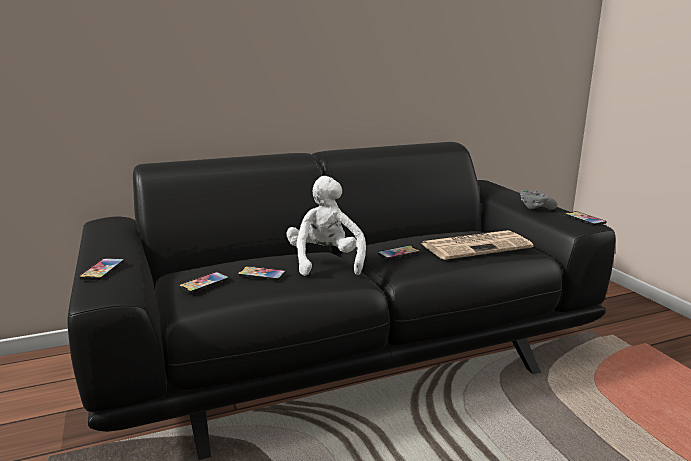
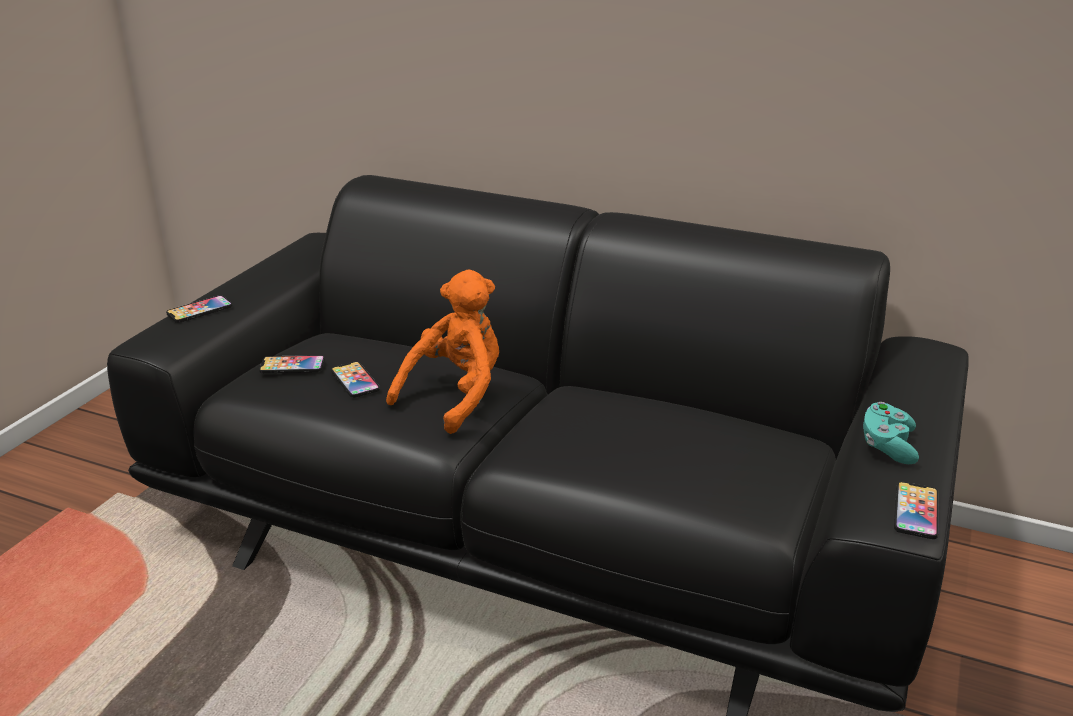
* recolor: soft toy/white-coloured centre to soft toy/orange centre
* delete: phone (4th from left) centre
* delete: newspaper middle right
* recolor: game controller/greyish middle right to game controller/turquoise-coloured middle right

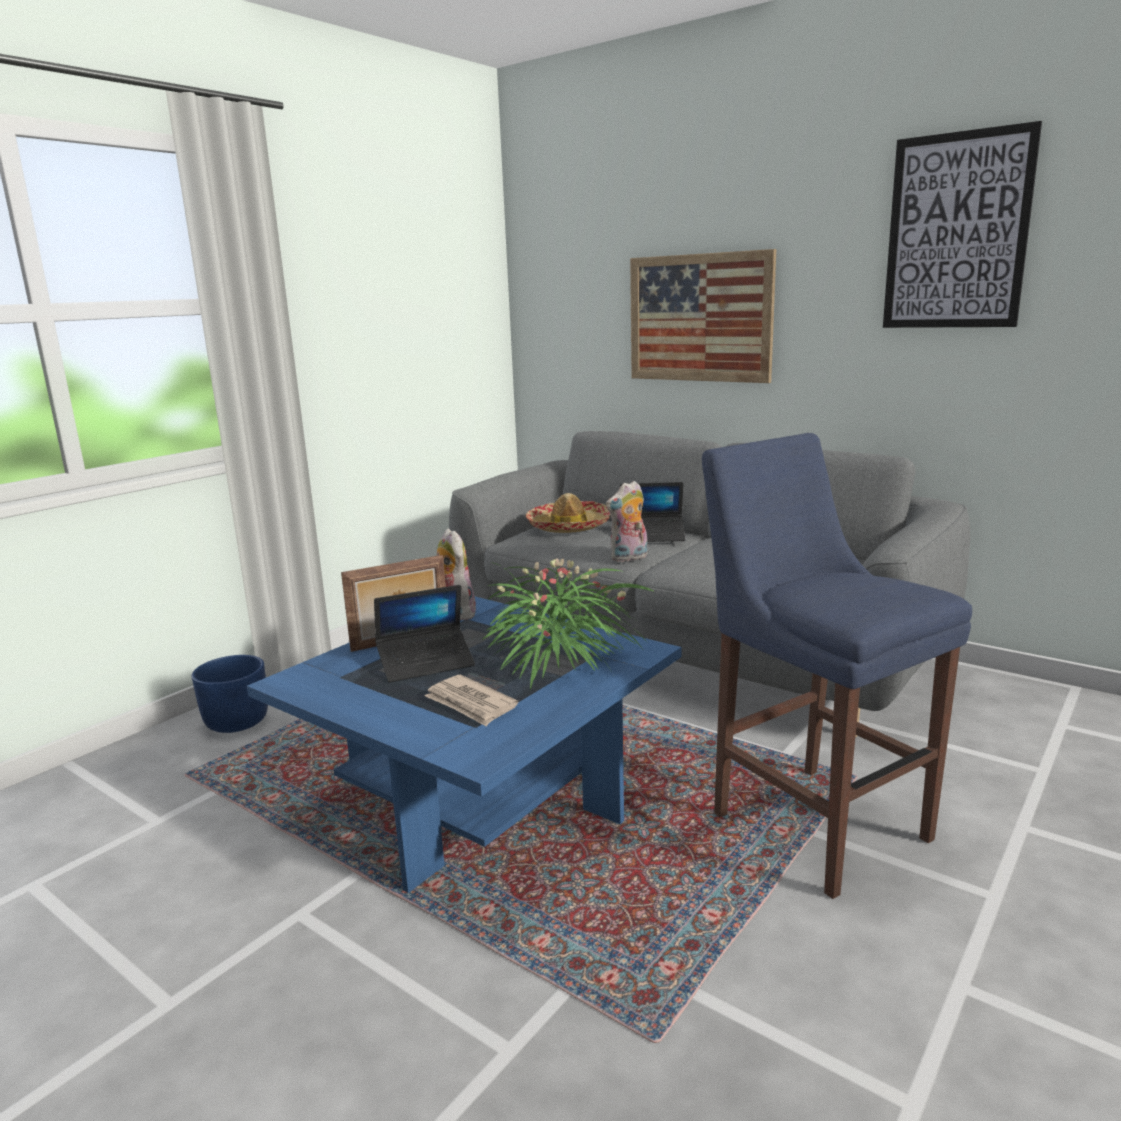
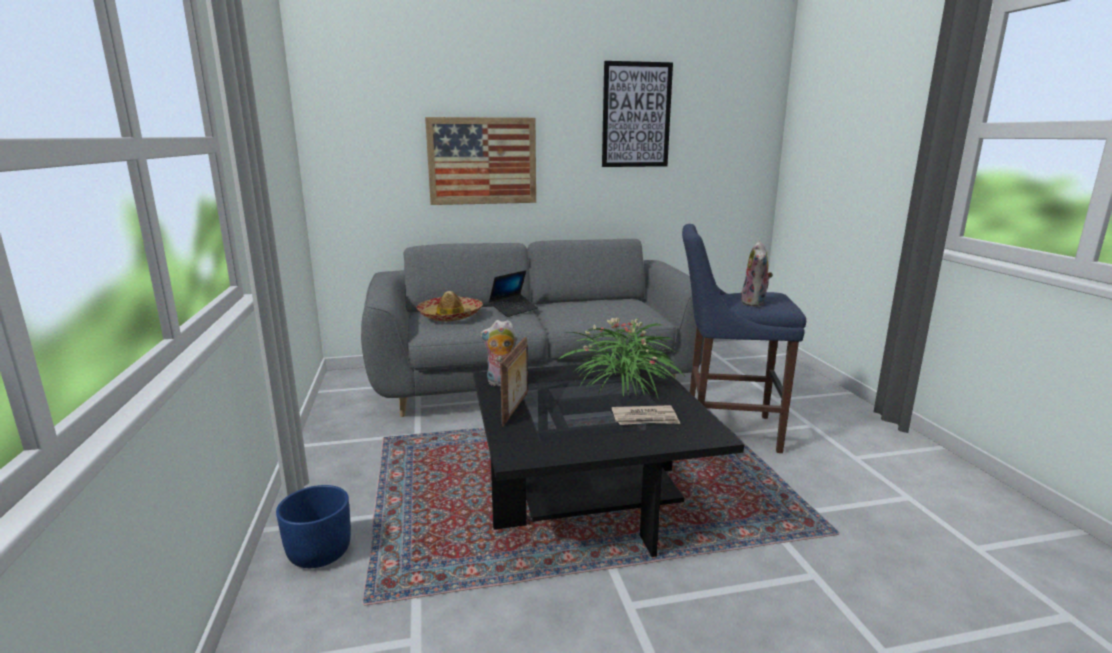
* recolor: lounge table/bluish centre to lounge table/blackish bottom centre
* delete: notebook computer (1st from left) centre
* move: soft toy (2nd from left) centre to middle right

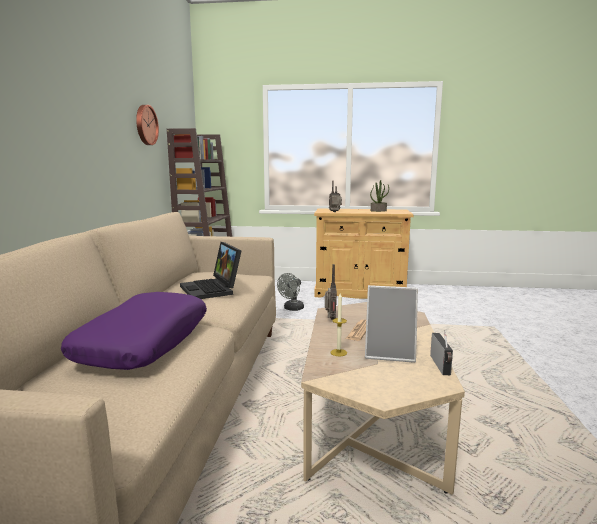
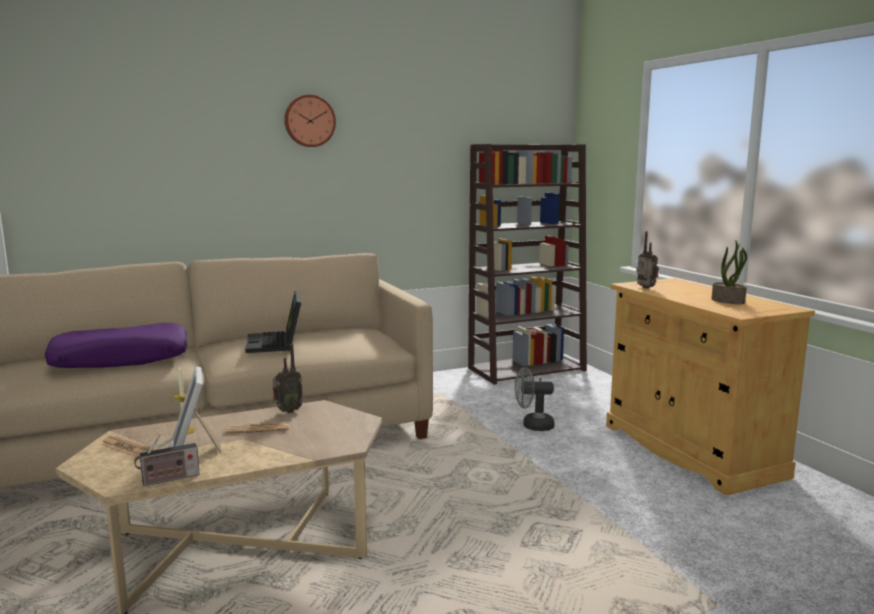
* move: clock on the wall top left to top centre
* rotate: notebook computer centre = middle left 45 degrees counterclockwise
* insert: newspaper (1st from left) bottom left

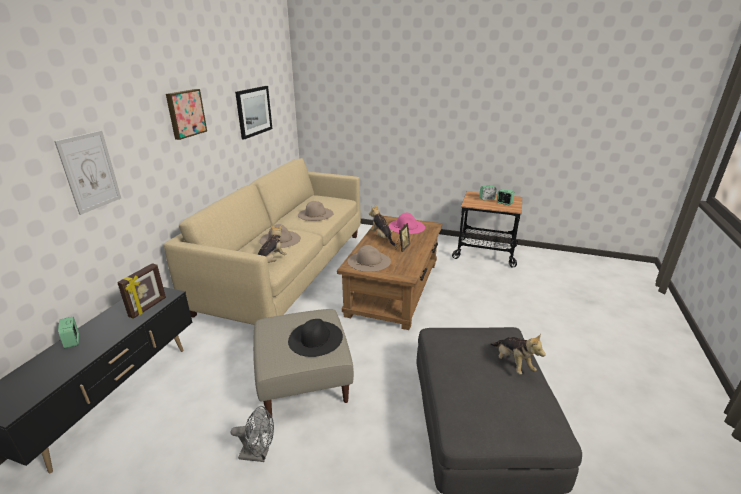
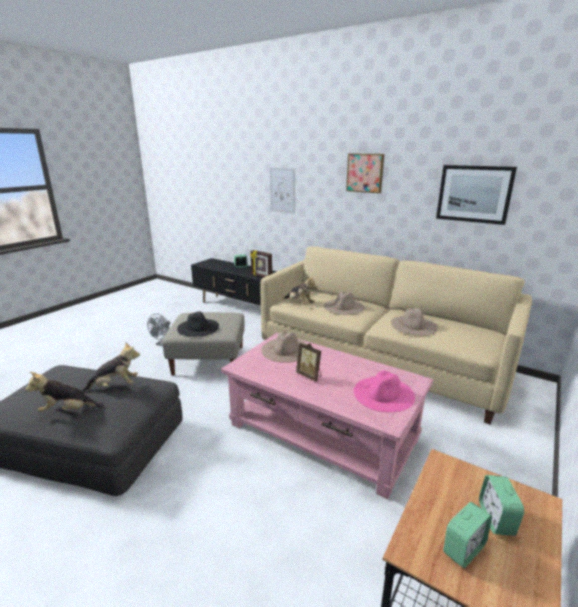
* recolor: lounge table/brownish centre to lounge table/pinkish bottom centre
* move: soft toy (2nd from left) centre to middle left

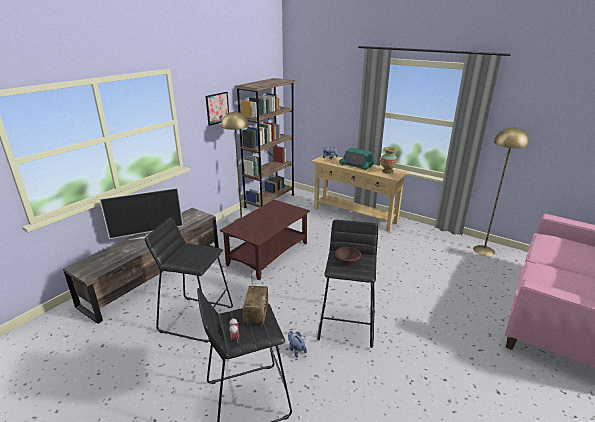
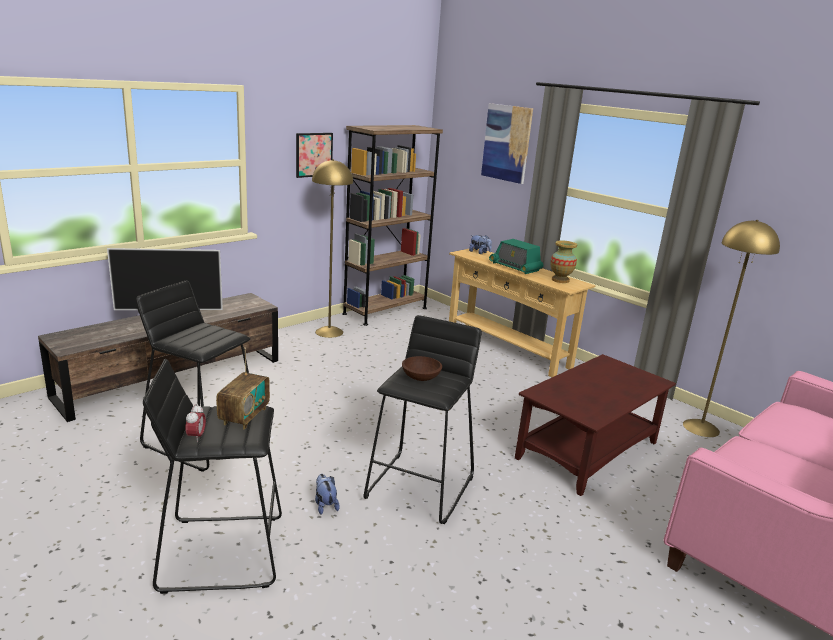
* move: lounge table/brownish centre to middle right
* insert: wall art (2nd from left) top centre

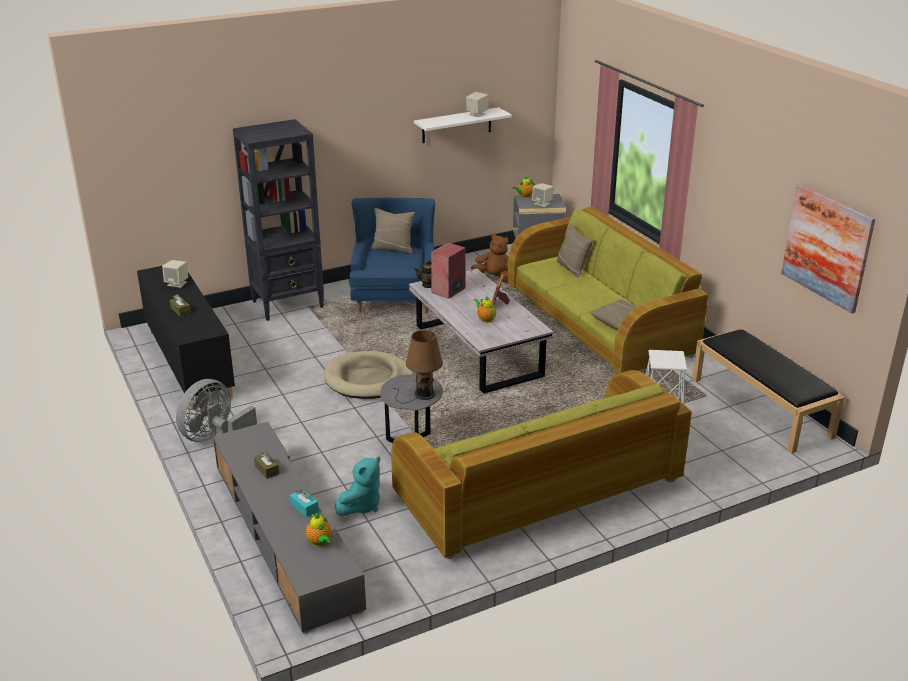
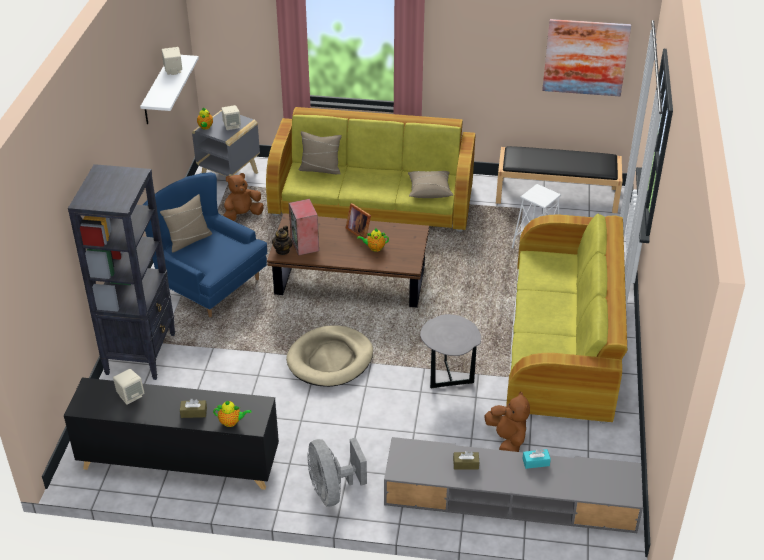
* move: tea pot (1st from left in the first image) bottom centre to tea pot (2nd from left) bottom left
* recolor: soft toy/turquoise-coloured bottom centre to soft toy/brownish (2nd from left) bottom centre
* delete: table lamp/brownish centre
* recolor: lounge table/white-coloured centre to lounge table/brownish centre

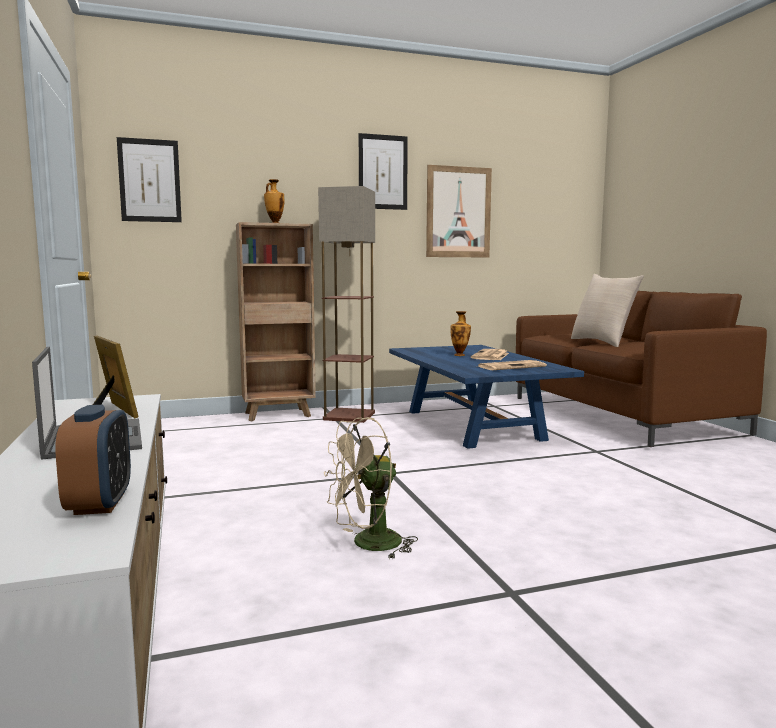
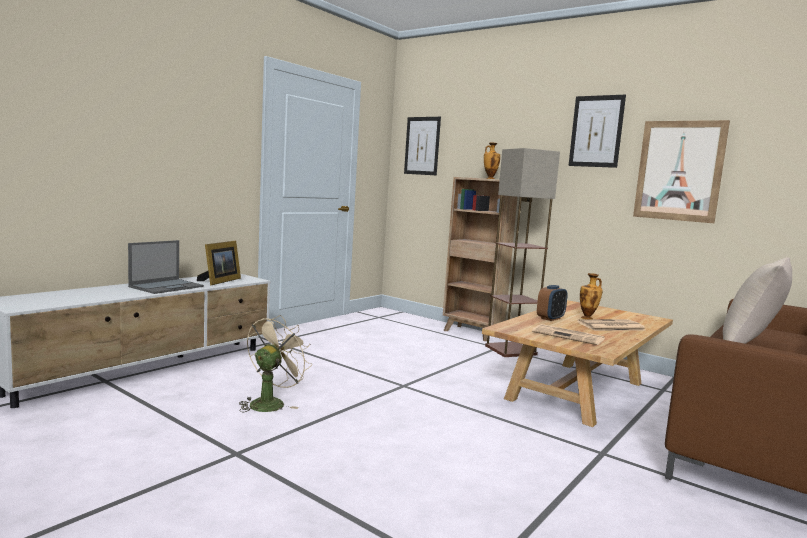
* move: alarm clock middle left to middle right
* rotate: electric fan/beige-coloured bottom centre = bottom centre 90 degrees clockwise
* recolor: lounge table/bluish centre to lounge table/beige-coloured bottom right

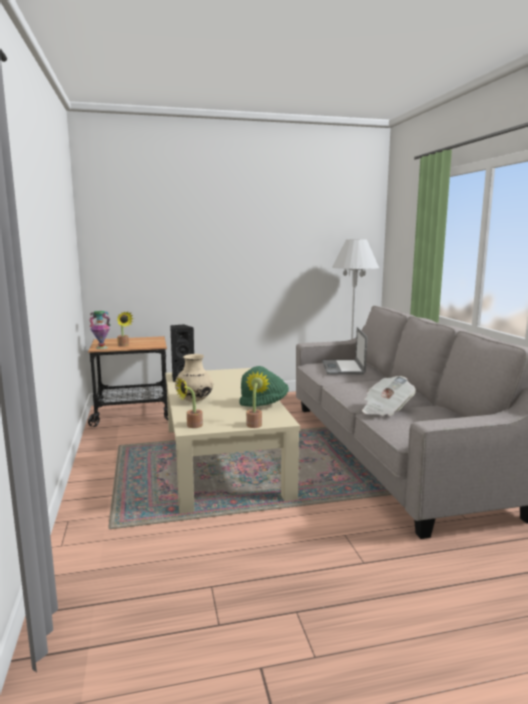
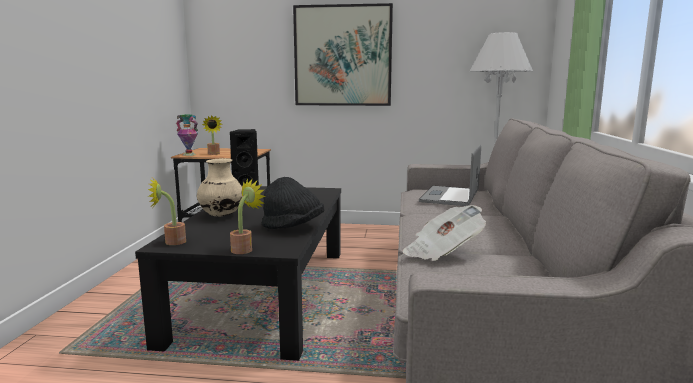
* recolor: lounge table/beige-coloured centre to lounge table/blackish bottom centre
* recolor: hat/greenish centre to hat/blackish centre
* insert: wall art top centre

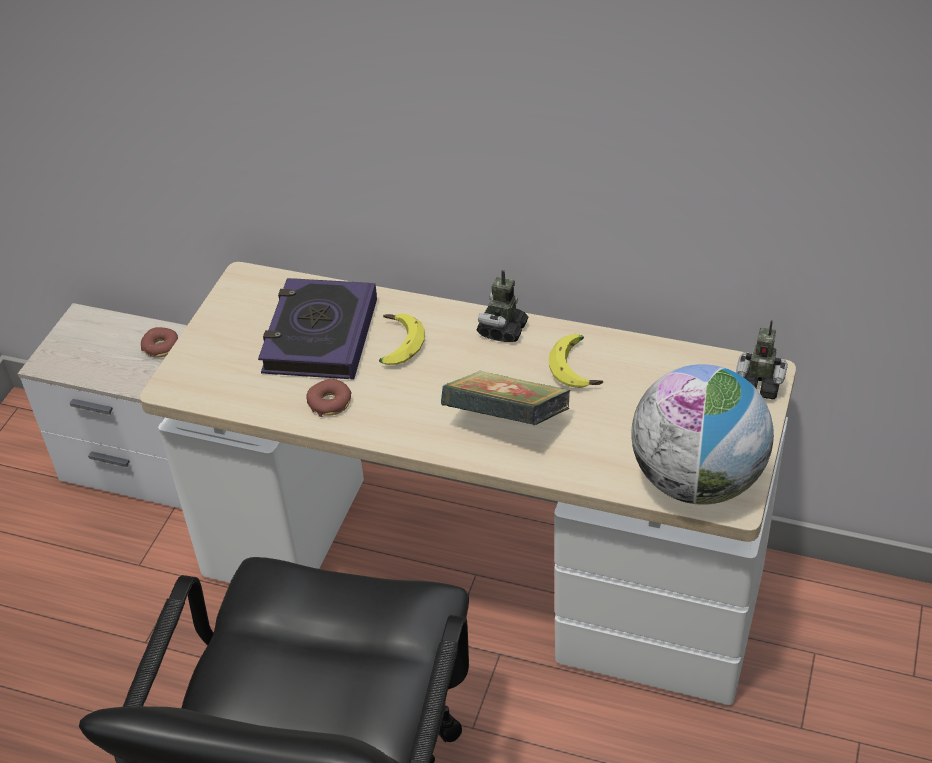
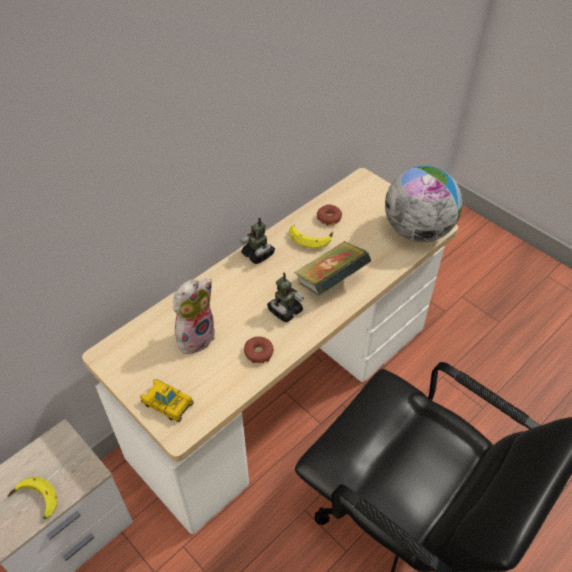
* move: doughnut (1st from left in the first image) middle left to doughnut (2nd from left) centre
* replace: bound book (1st from left) centre to soft toy centre
* move: whole banana (1st from left) centre to bottom left
* move: robot figure (2nd from left) middle right to centre
* insert: toy car bottom left

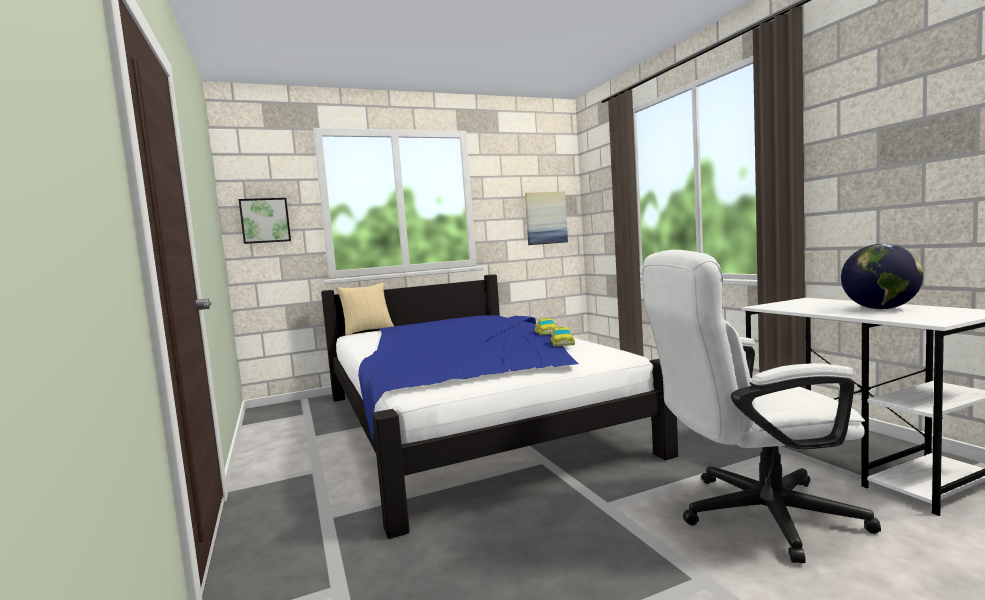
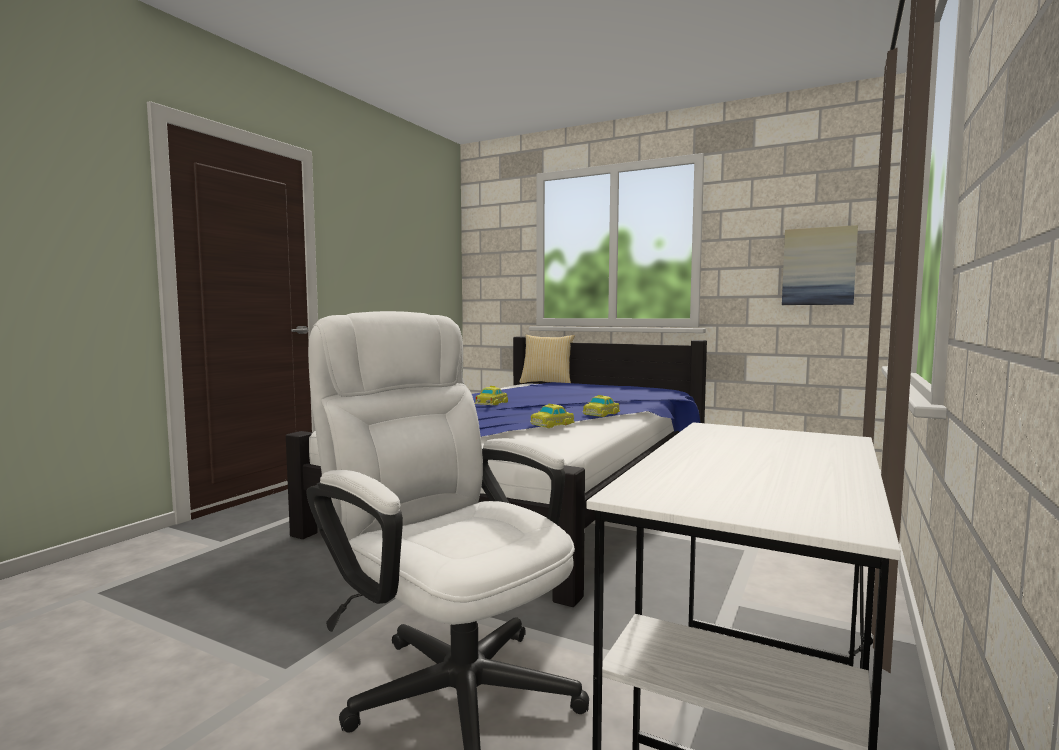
* delete: wall art (1st from left) middle left
* delete: globe middle right
* insert: toy car (1st from left) centre

